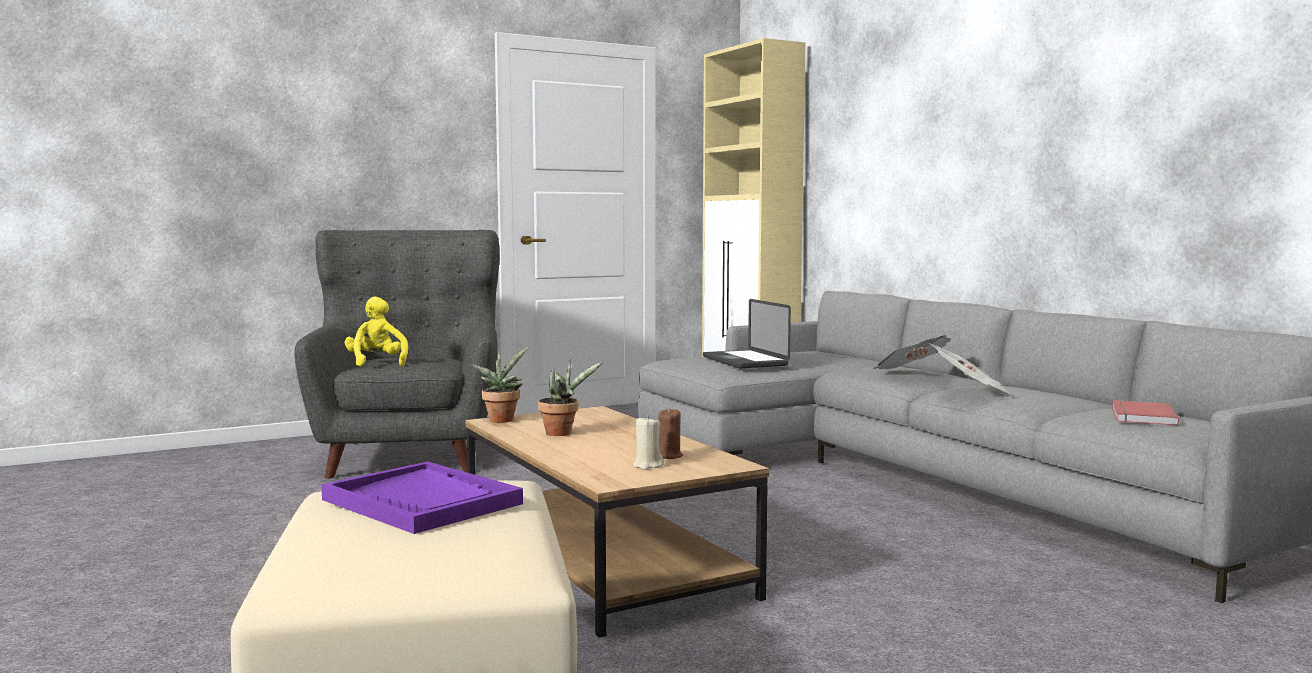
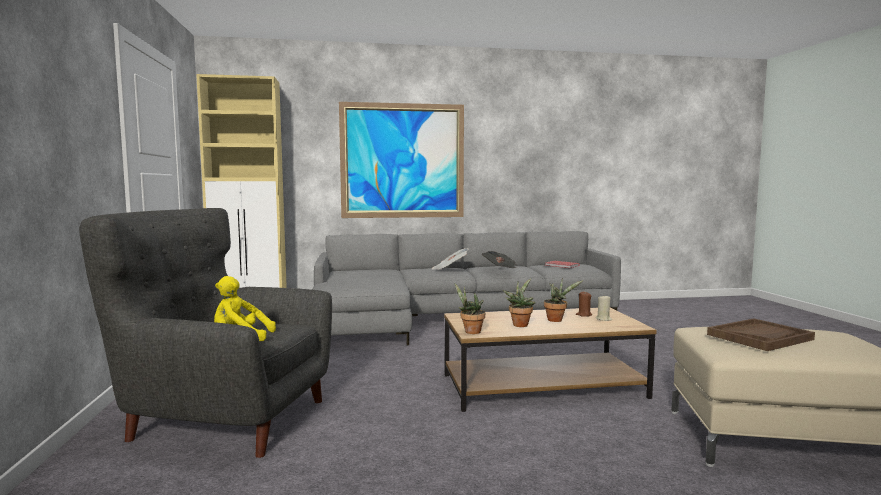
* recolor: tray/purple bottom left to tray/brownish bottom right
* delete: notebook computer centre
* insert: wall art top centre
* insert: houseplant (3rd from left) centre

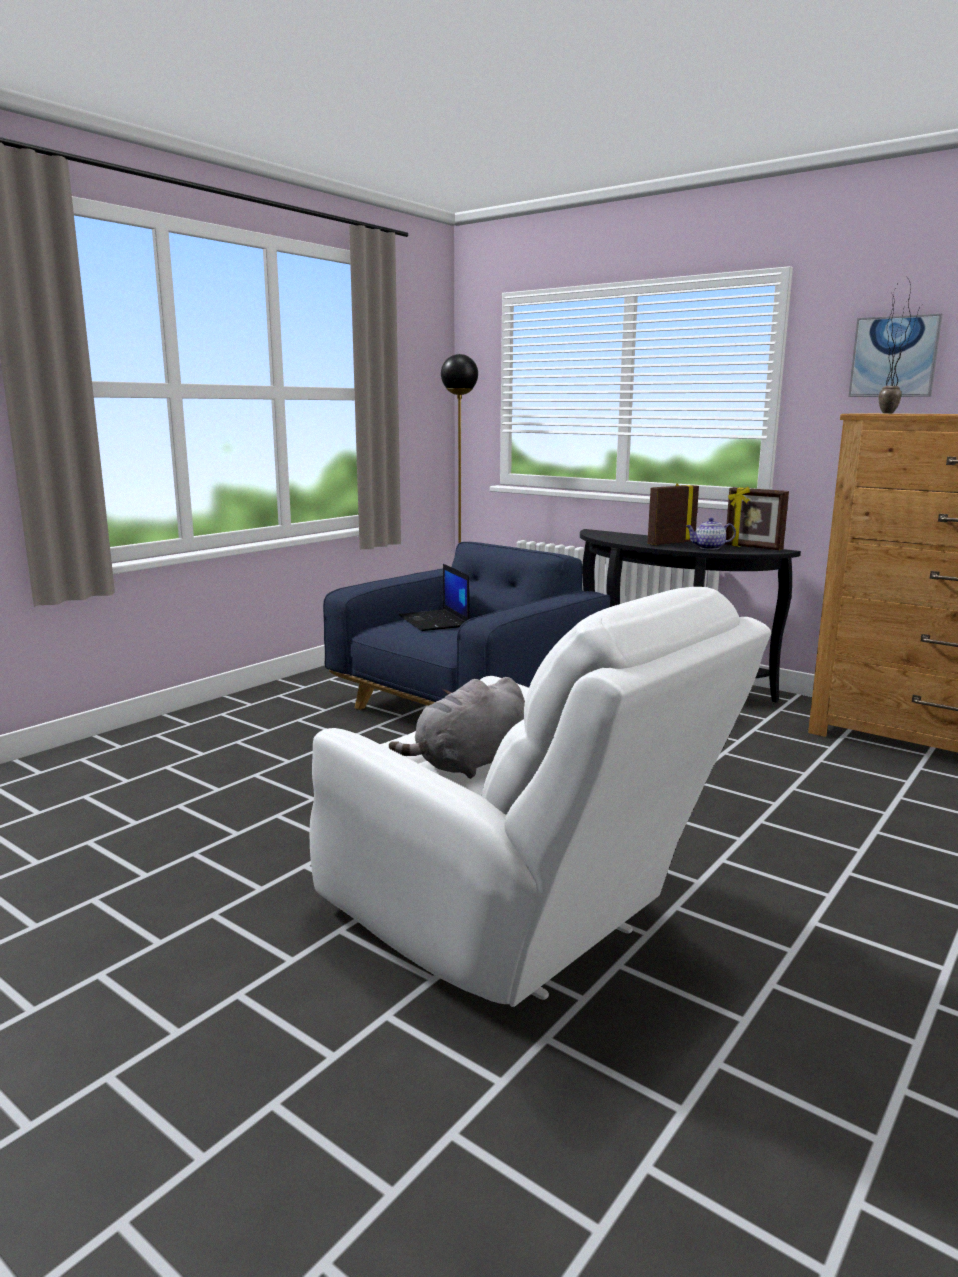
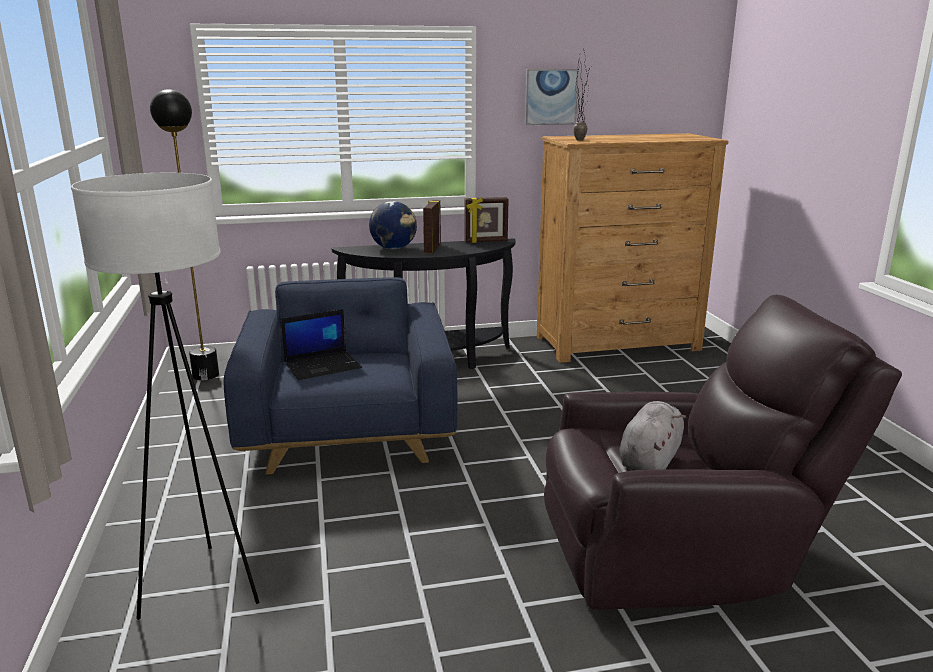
* recolor: easy chair/white-coloured centre to easy chair/brownish bottom right
* rotate: soft toy/greyish centre = middle right 150 degrees counterclockwise
* rotate: notebook computer centre = centre 45 degrees counterclockwise
* delete: tea pot middle right
* insert: floor lamp/white-coloured middle left
* insert: globe centre

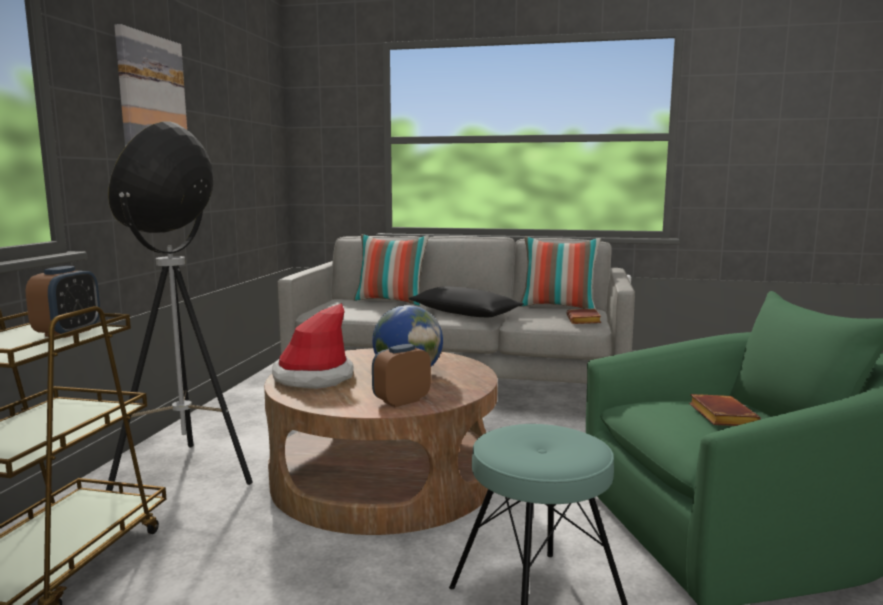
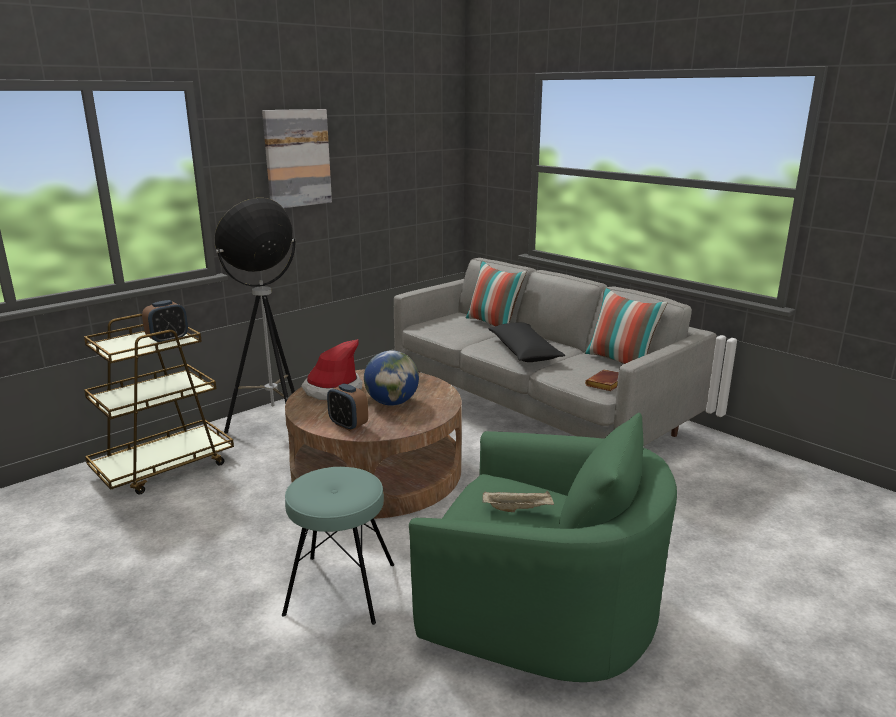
* rotate: alarm clock (2nd from left) centre = centre 135 degrees counterclockwise
* replace: bound book/brownish (2nd from left) bottom right to tray/beige-coloured bottom centre

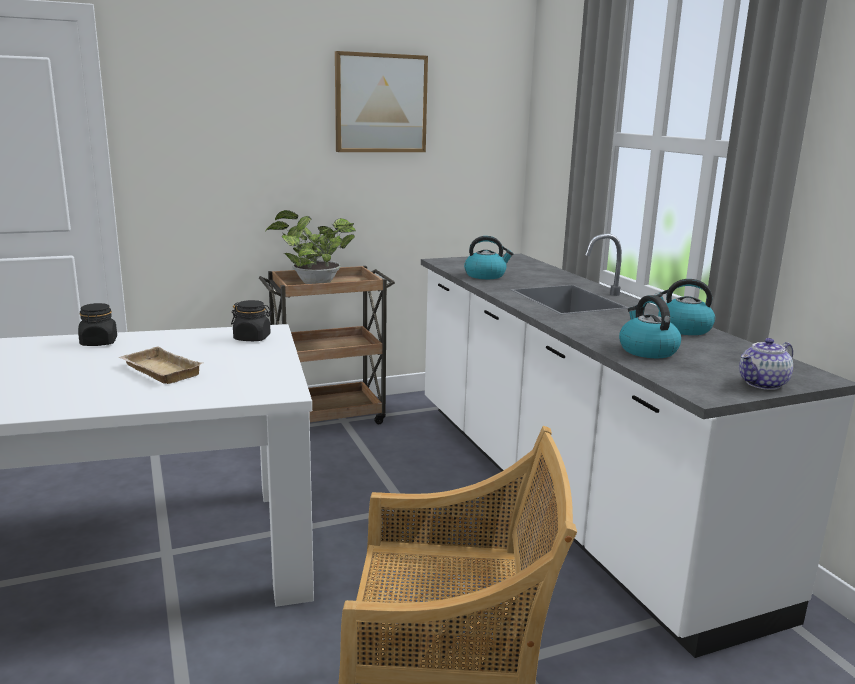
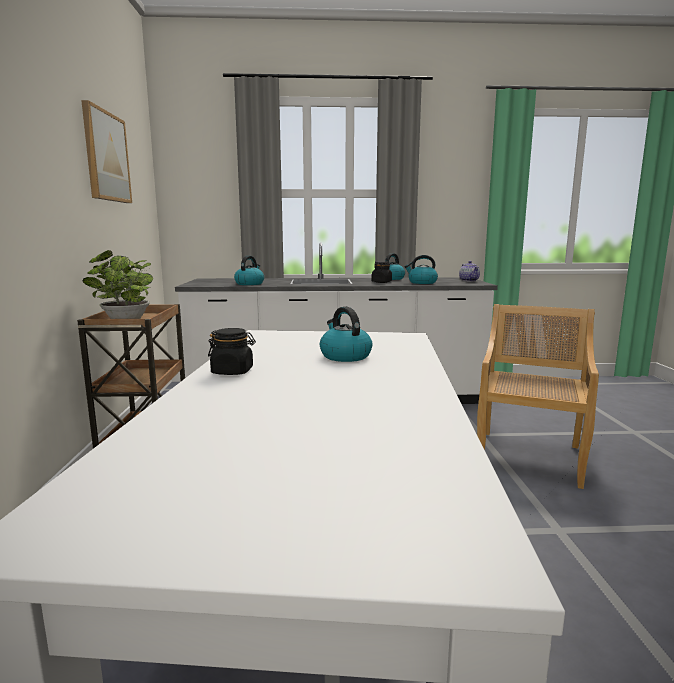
* replace: tray/beige-coloured middle left to kettle (2nd from left) centre
* move: jar/blackish (2nd from left) middle left to centre

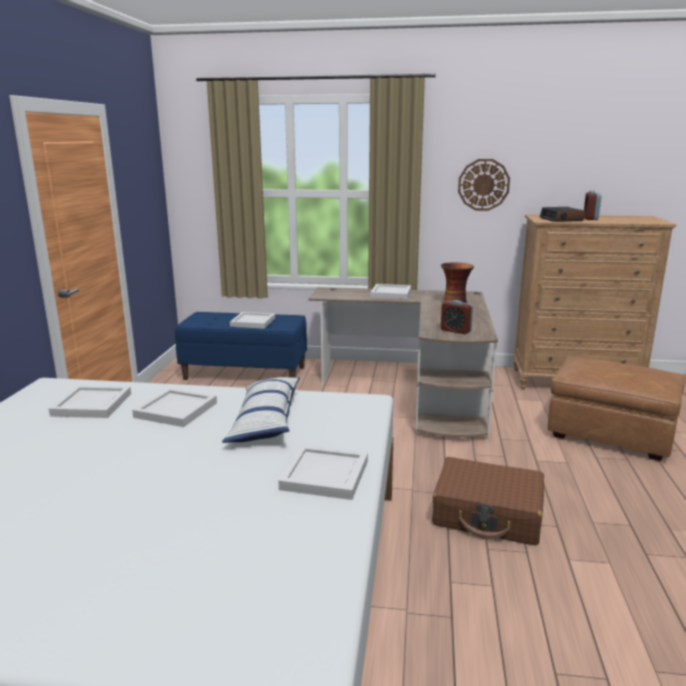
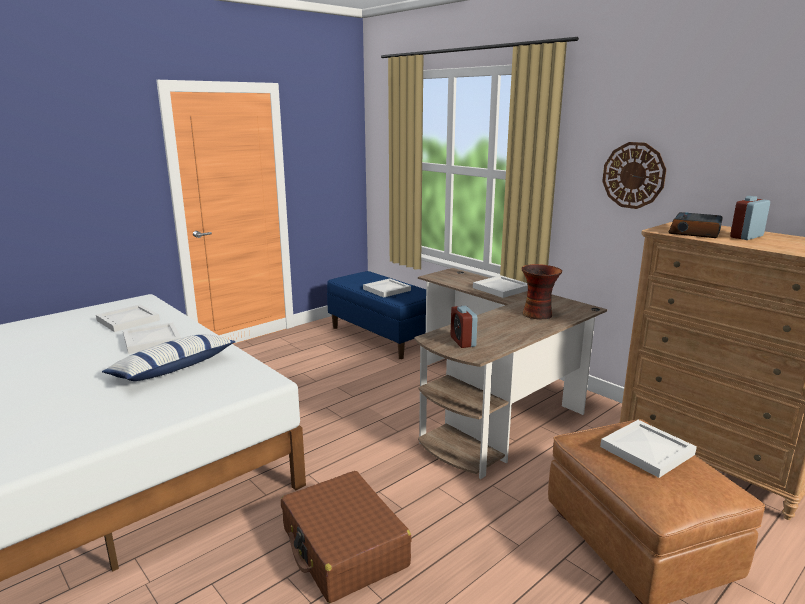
* move: tray/white-coloured (4th from left in the first image) bottom centre to tray/white-coloured (5th from left) bottom right

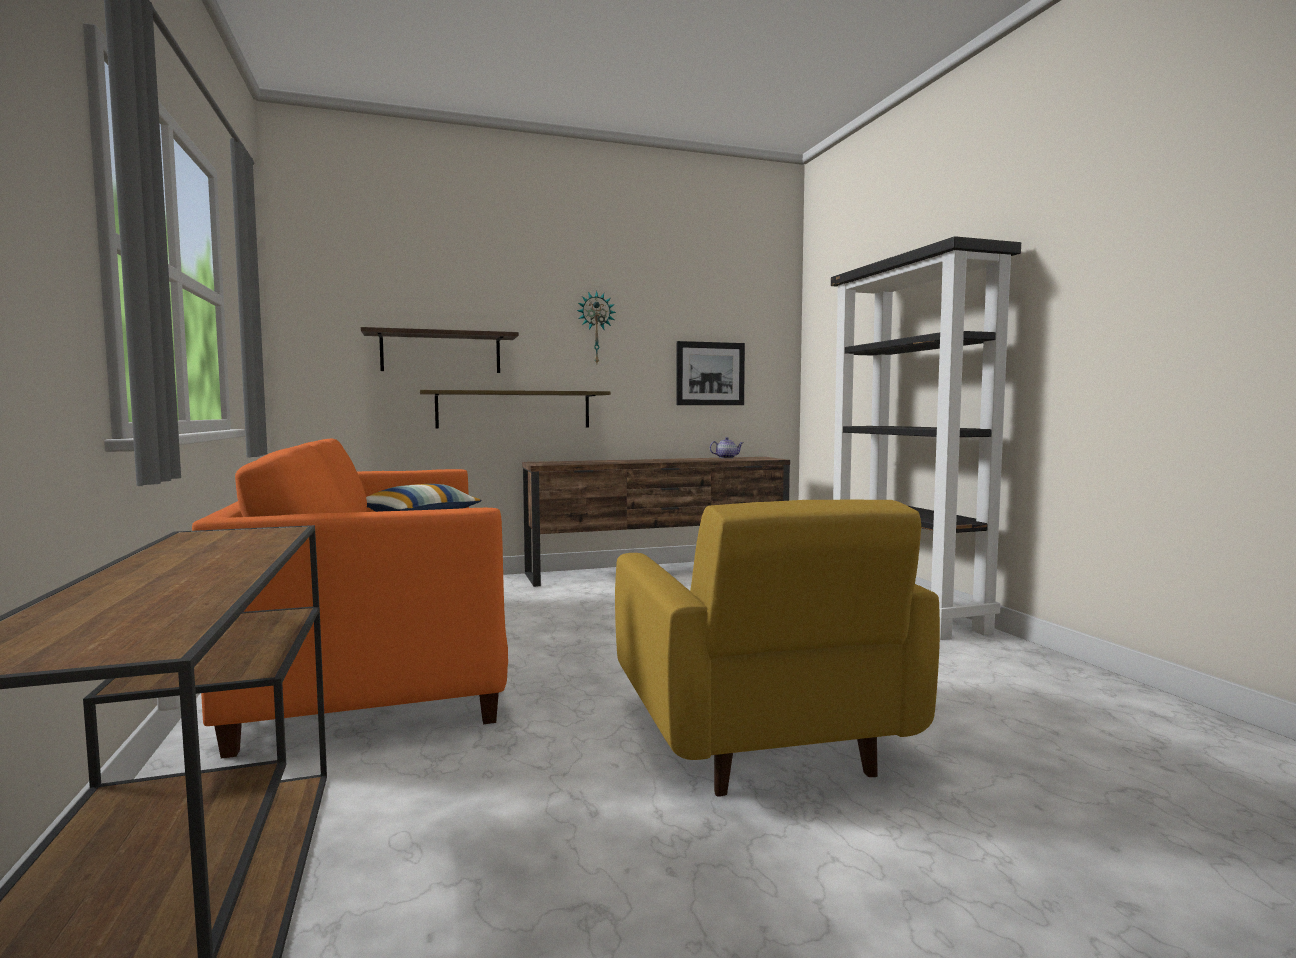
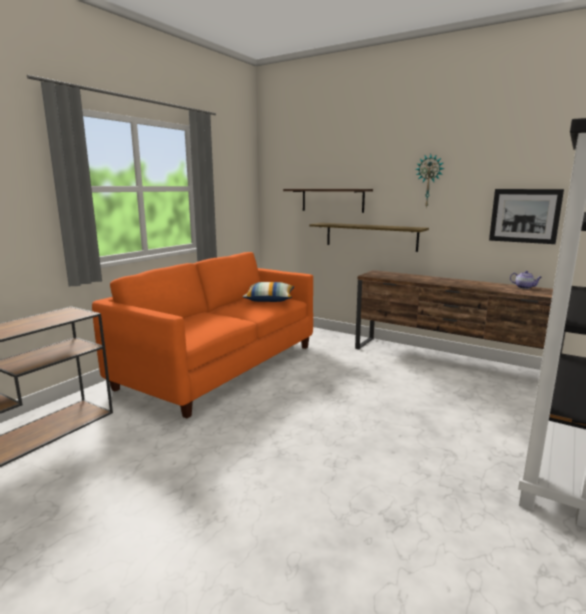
* delete: easy chair/yellowish bottom centre

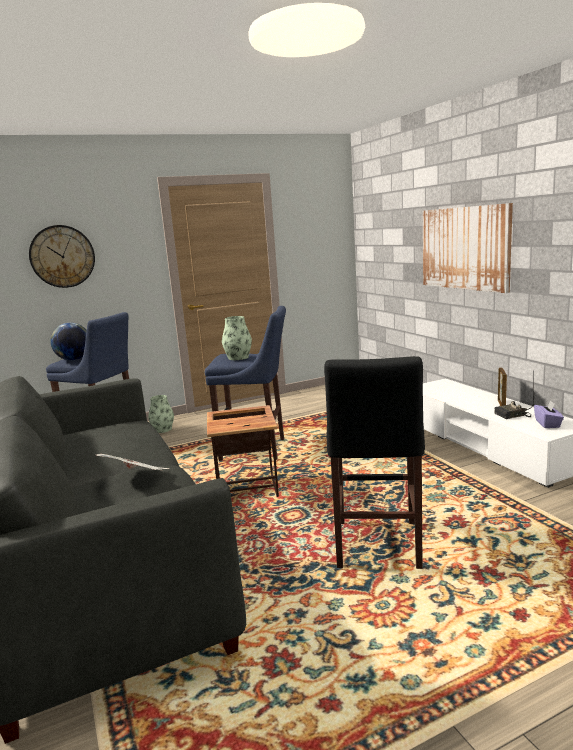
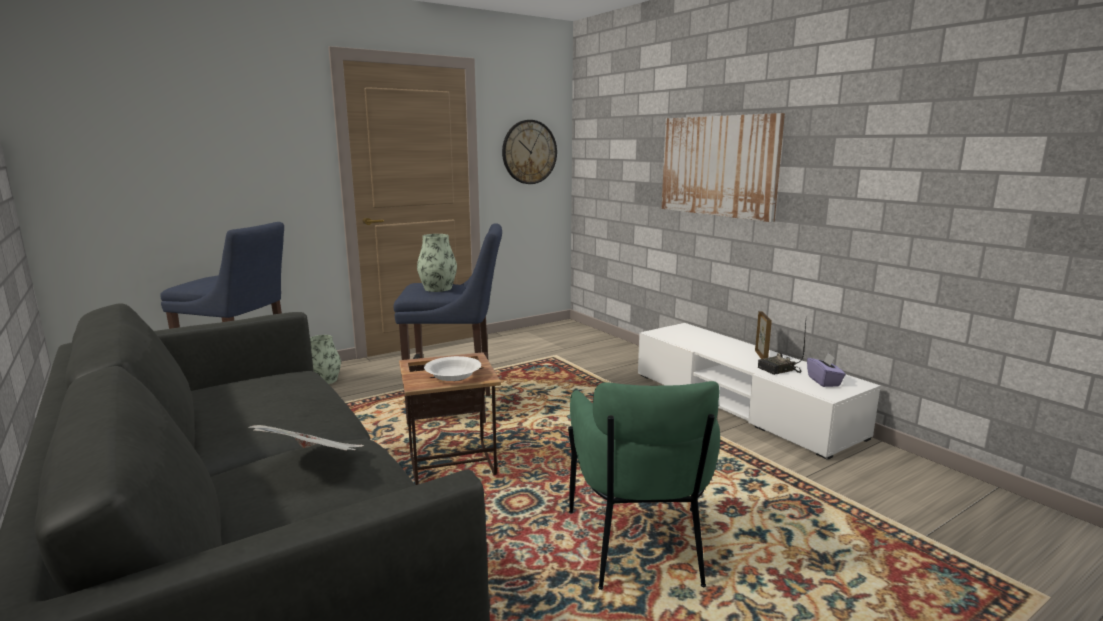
* move: clock on the wall middle left to top centre
* delete: globe middle left
* replace: stool/blackish centre to easy chair/greenish bottom centre
* insert: bowl/white-coloured centre

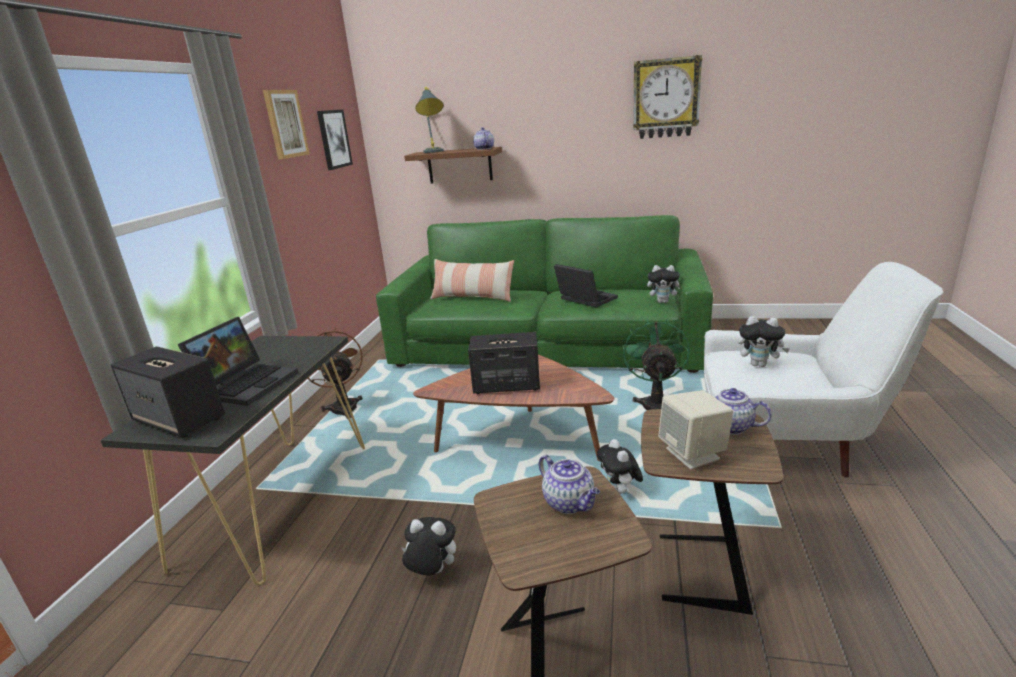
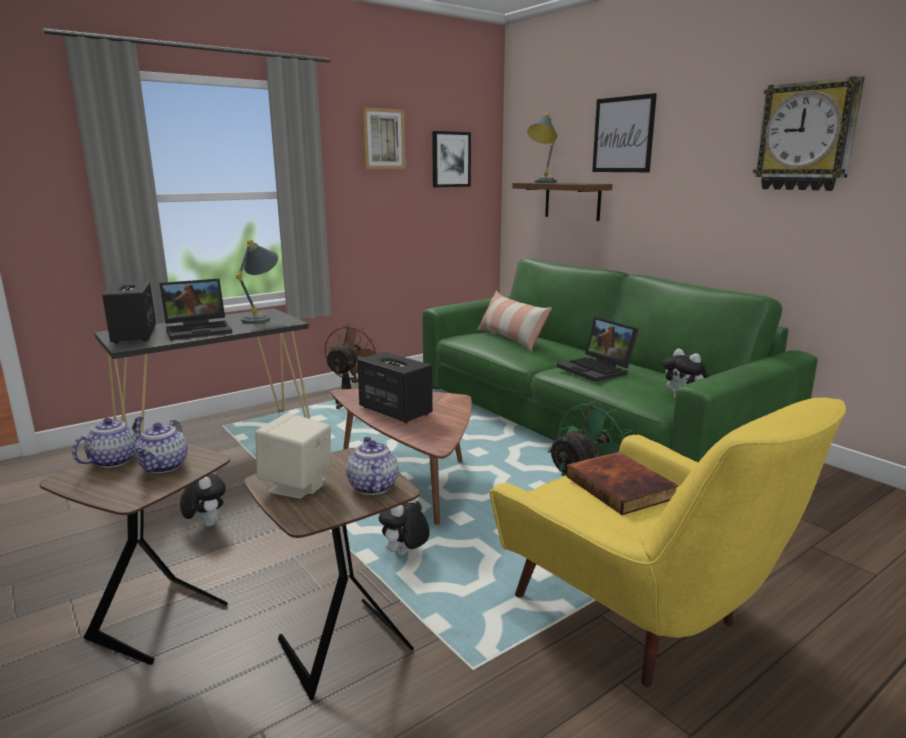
* move: tea pot (1st from left) top centre to middle left
* rotate: notebook computer (2nd from left) centre = centre 150 degrees clockwise
* recolor: easy chair/white-coloured middle right to easy chair/yellowish bottom right
* replace: soft toy (4th from left) middle right to bound book middle right
* insert: table lamp/greyish (1st from left) middle left
* insert: wall art (3rd from left) top right

